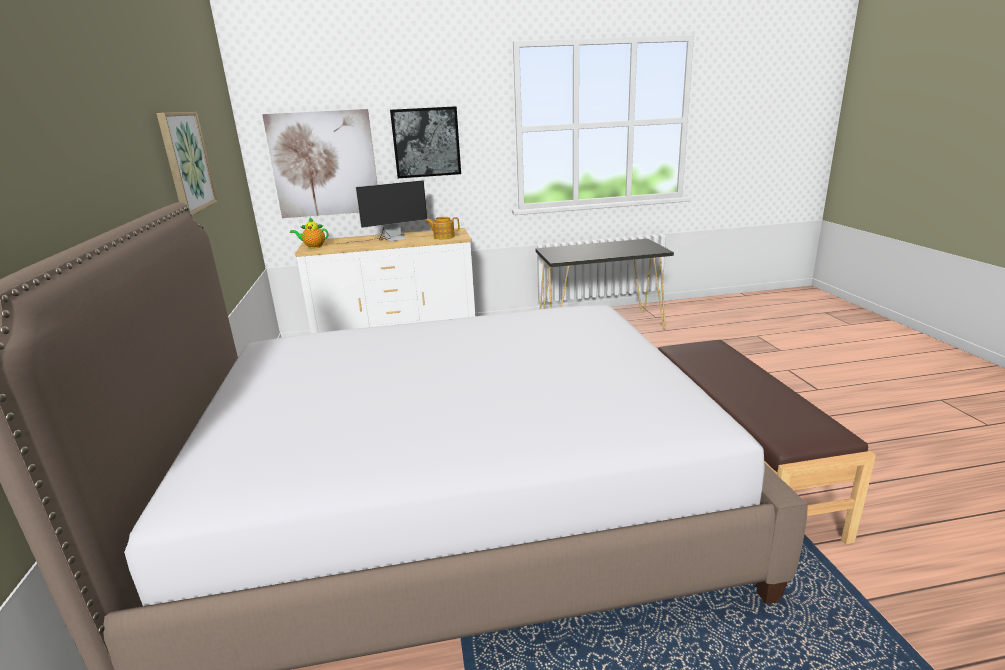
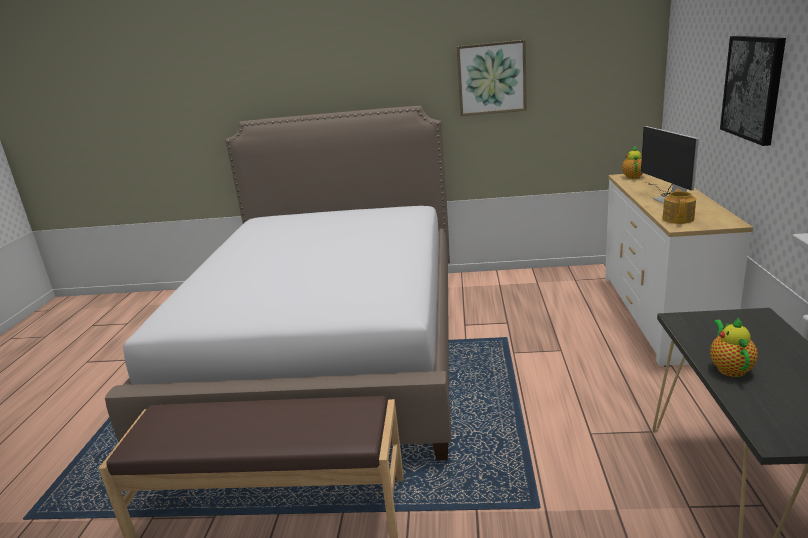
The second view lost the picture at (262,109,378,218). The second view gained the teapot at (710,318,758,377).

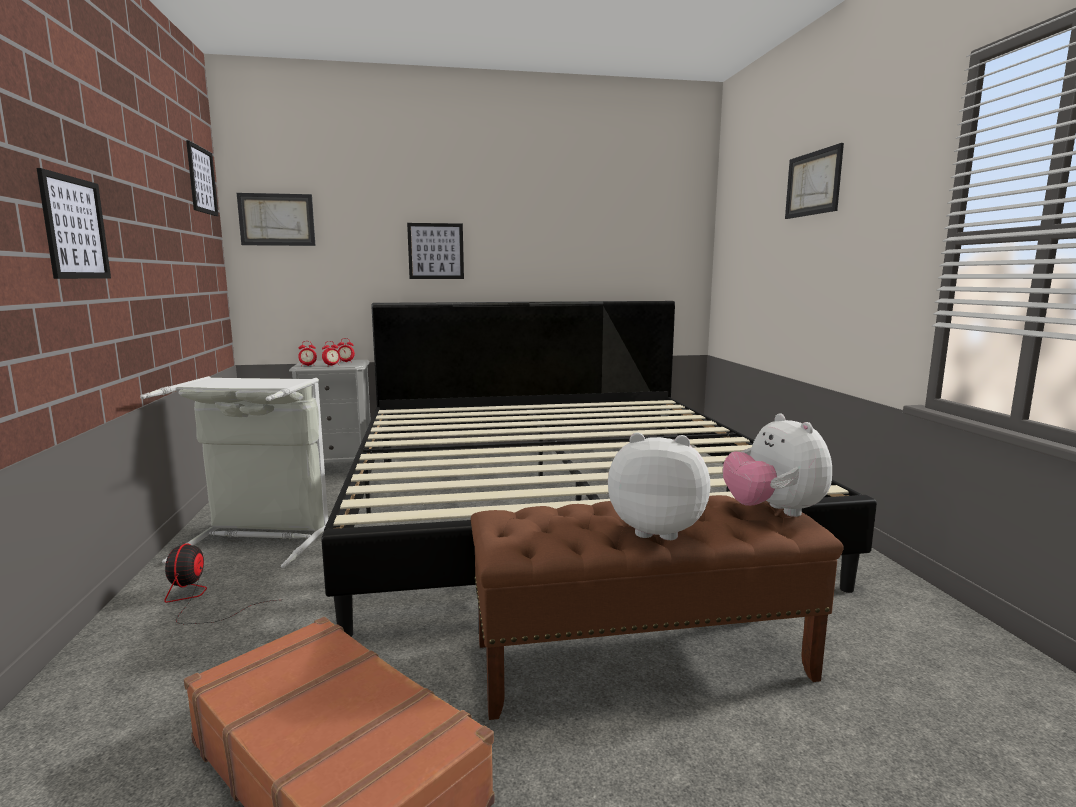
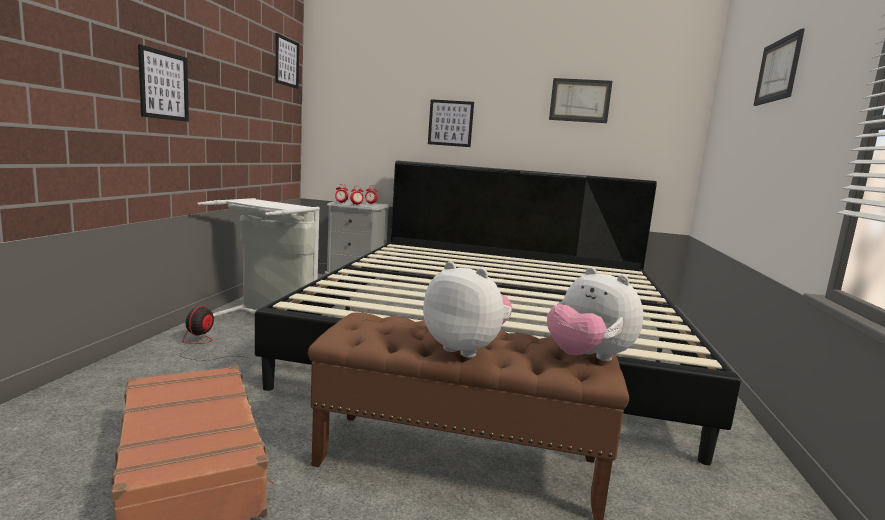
The picture ended up elsewhere, having gone from (237,193,315,246) to (549,78,613,123). The plush toy at (723,413,832,517) ended up facing another way, 45 degrees counterclockwise from before.

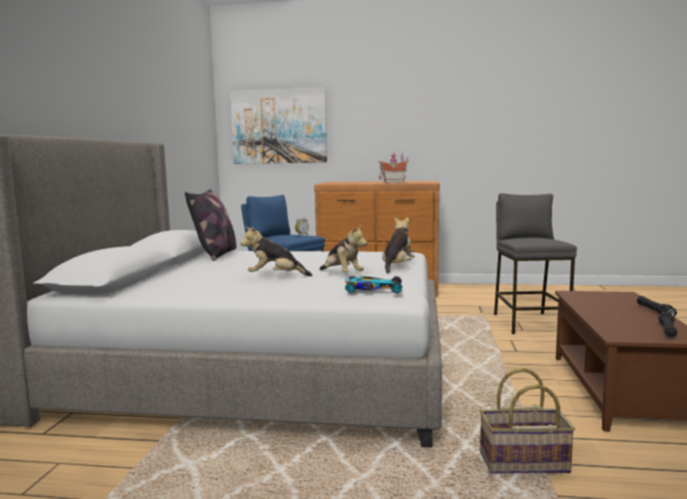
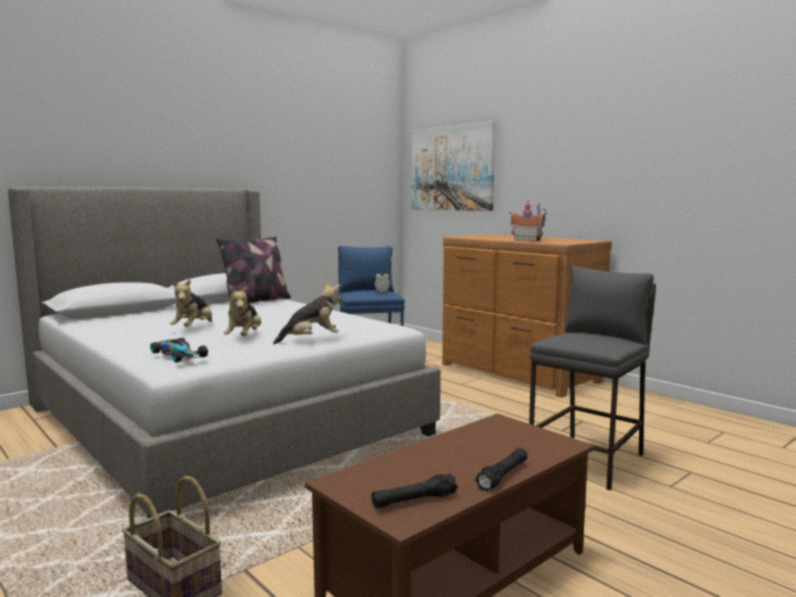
The plush toy at (240,226,312,276) ended up facing another way, 120 degrees counterclockwise from before.

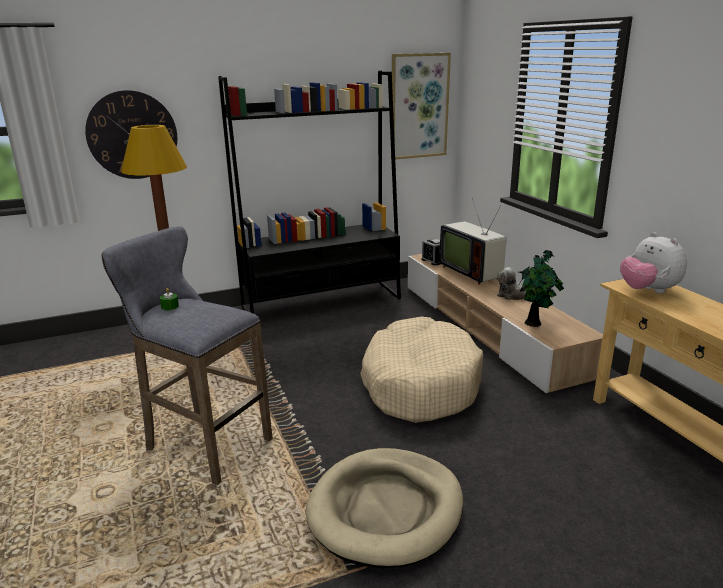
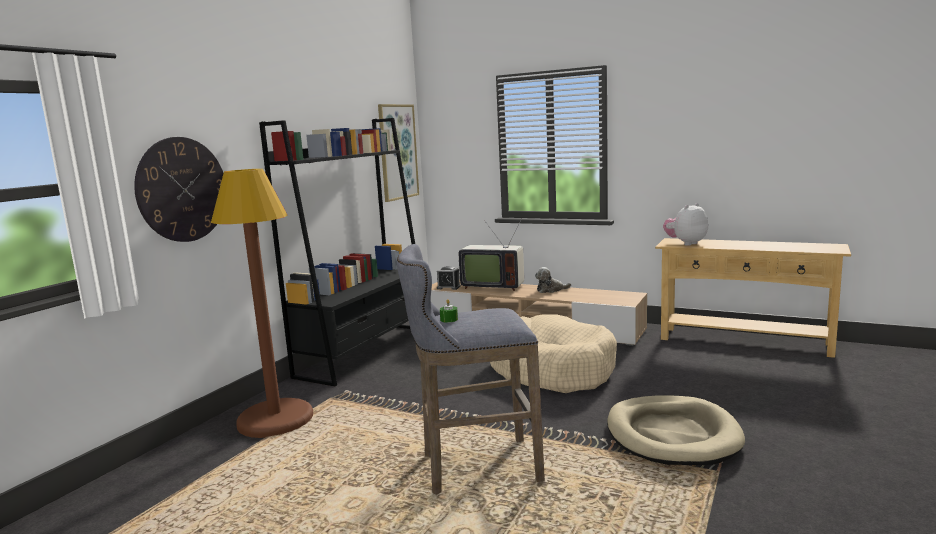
The second view lost the potted plant at (519,250,564,327). The plush toy at (620,232,687,293) ended up facing another way, 120 degrees clockwise from before.

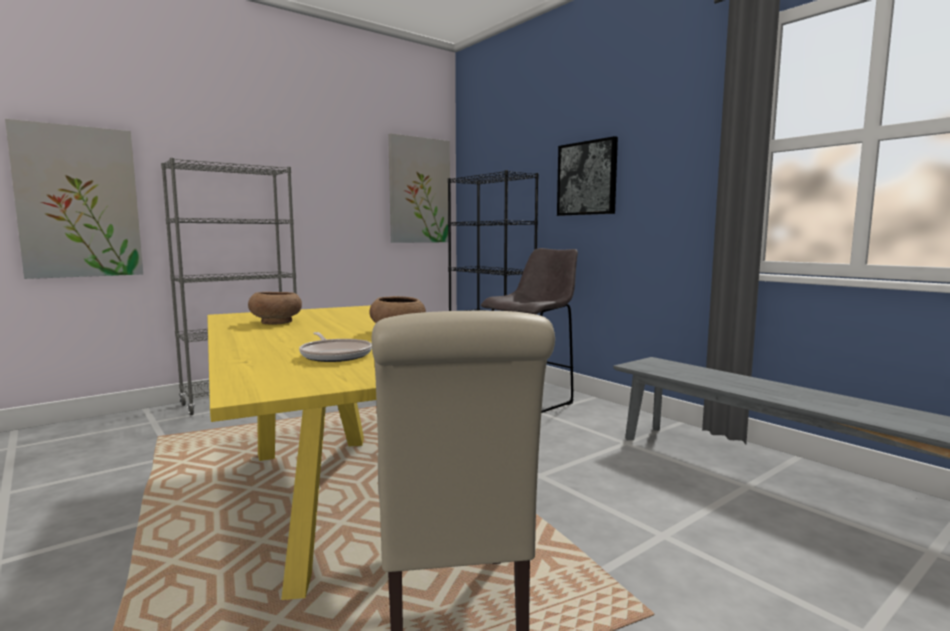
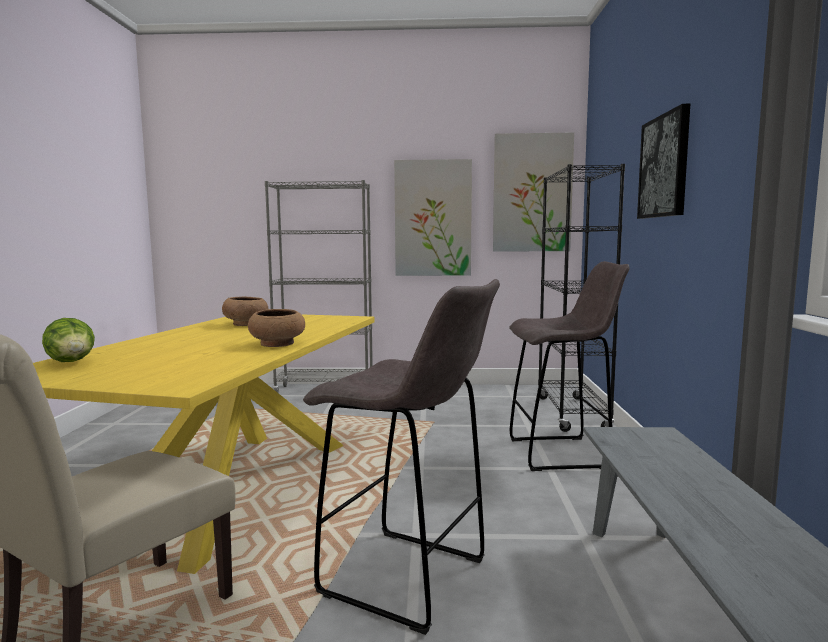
The picture ended up elsewhere, having gone from (5,119,143,279) to (394,159,472,276). The second view lost the frying pan at (299,332,372,362). The second view gained the lettuce at (42,318,95,362). The second view gained the stool (grey) at (303,279,500,635).

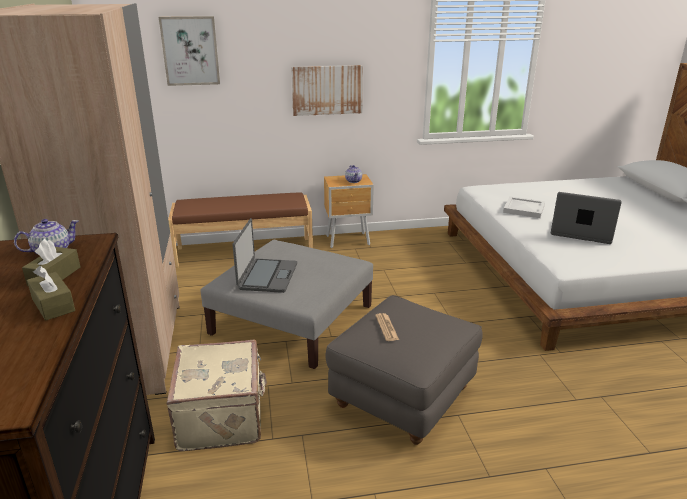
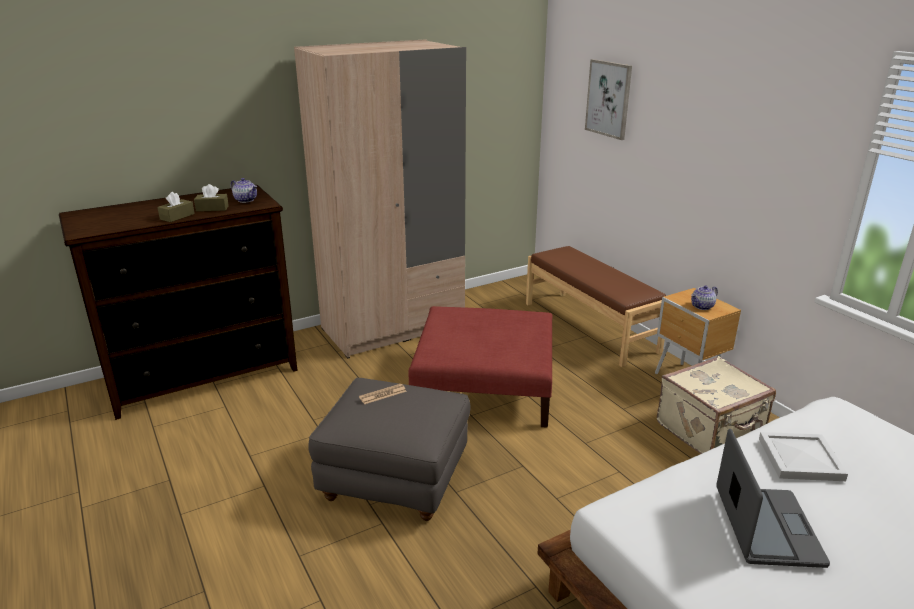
The suitcase (beige) ended up elsewhere, having gone from (167,340,267,451) to (657,356,776,454). What was the ottoman (grey) at (201,240,373,369) turned into the ottoman (red) at (408,306,552,427). The second view lost the laptop at (233,218,297,293). The second view lost the picture at (291,65,363,116).

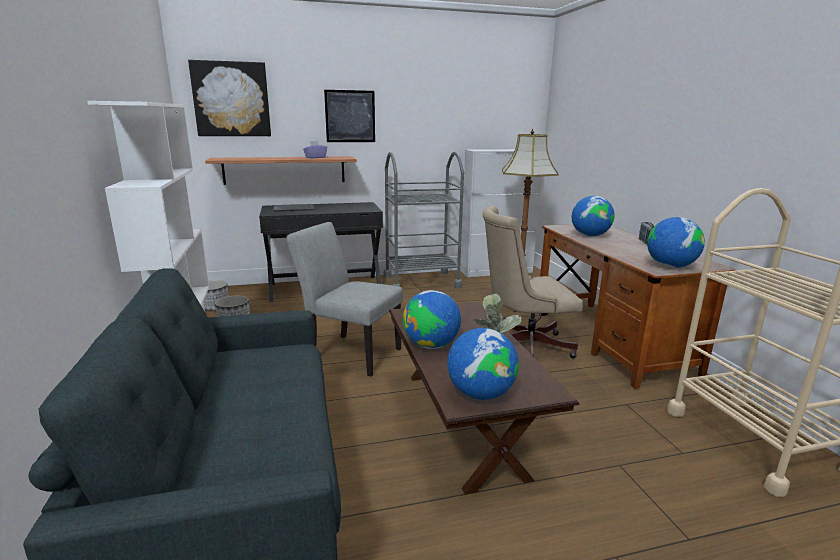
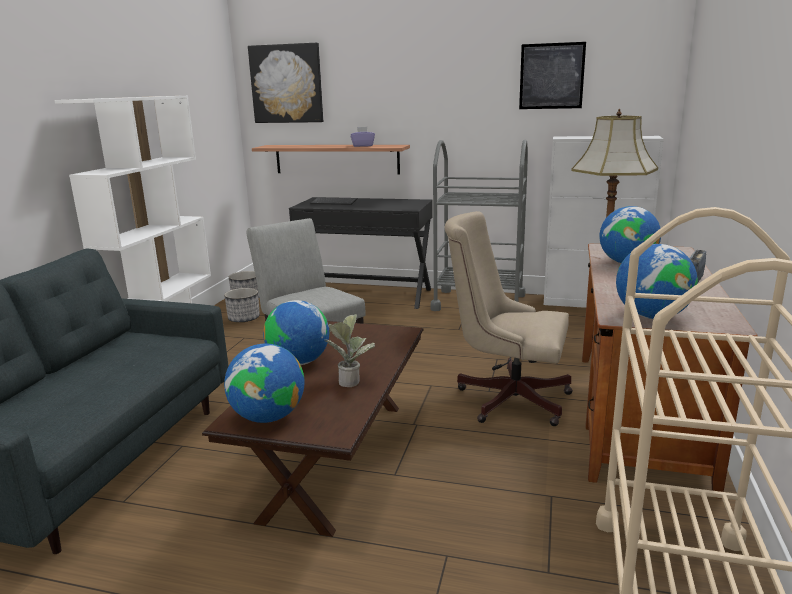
The picture ended up elsewhere, having gone from (324,90,375,142) to (519,42,586,109).

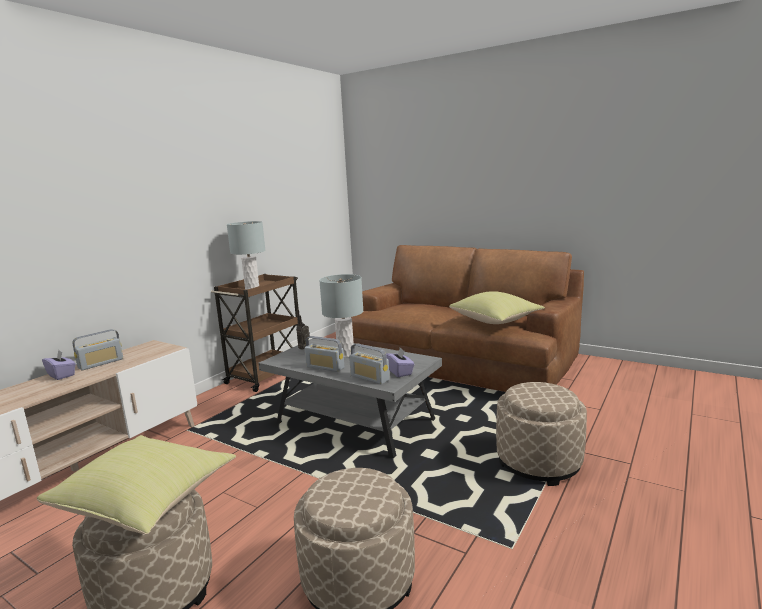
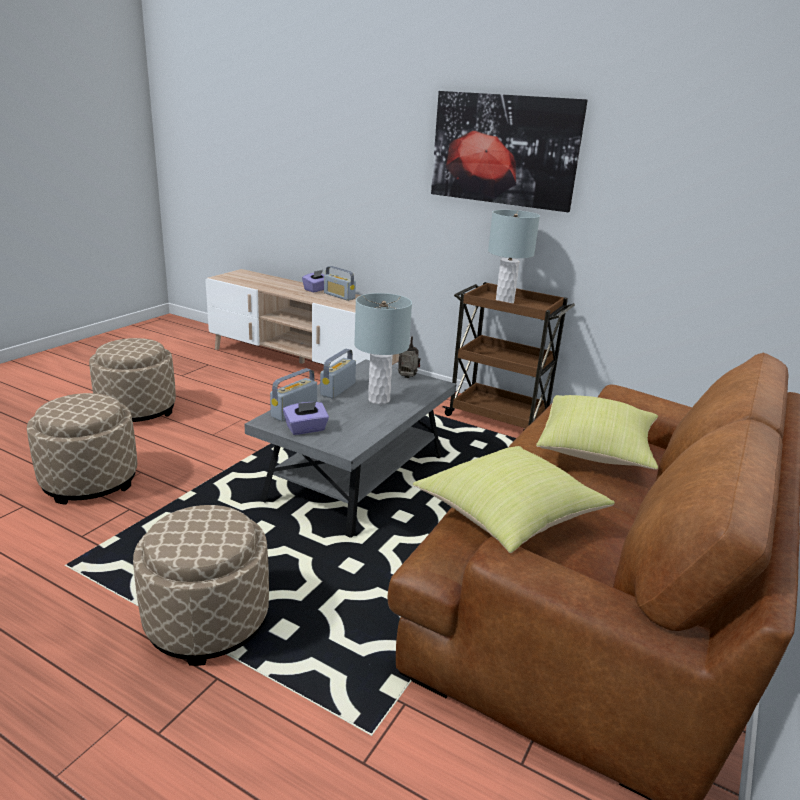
The pillow (yellow) ended up elsewhere, having gone from (37,435,236,535) to (536,395,658,470). The second view gained the picture at (431,91,588,212).

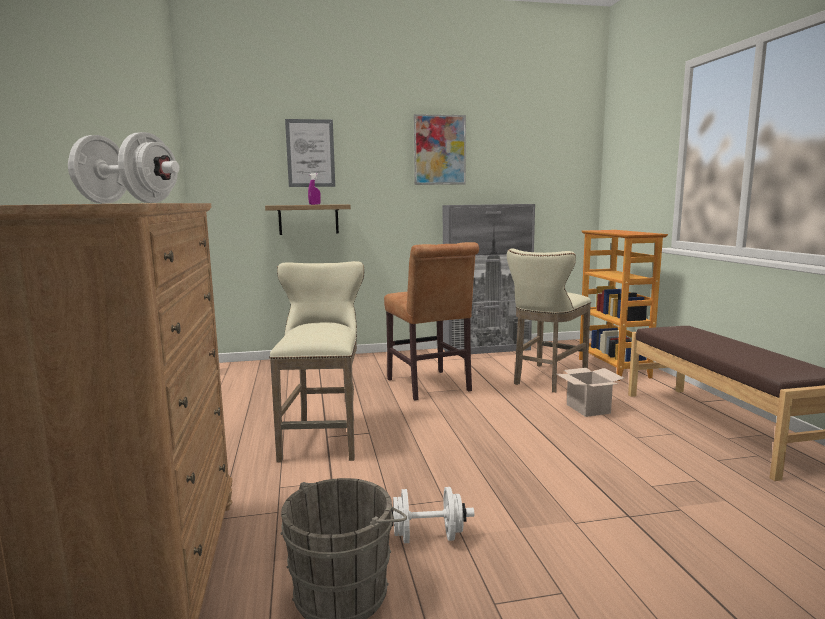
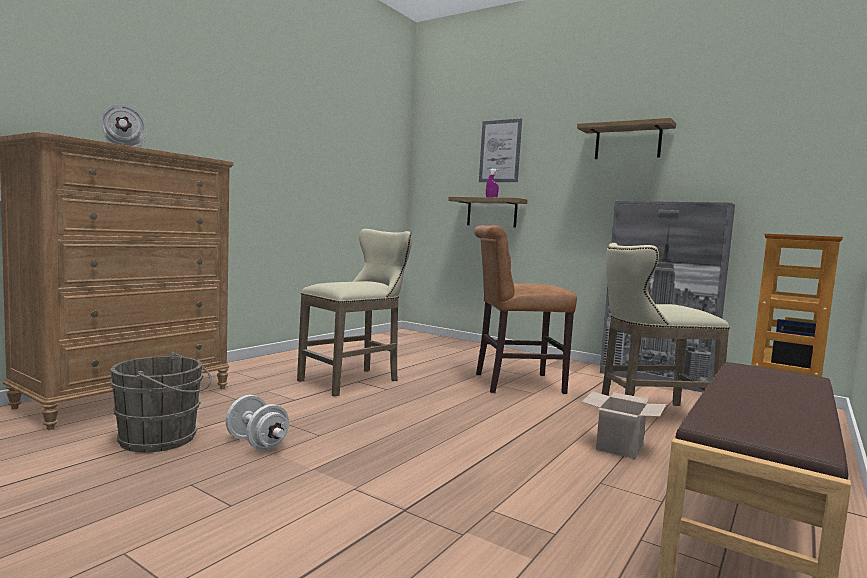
The chair (brown) at (384,242,479,401) ended up facing another way, 60 degrees clockwise from before. Where the picture hung at (414,114,466,185), the shelf came to hang at (577,118,676,159).

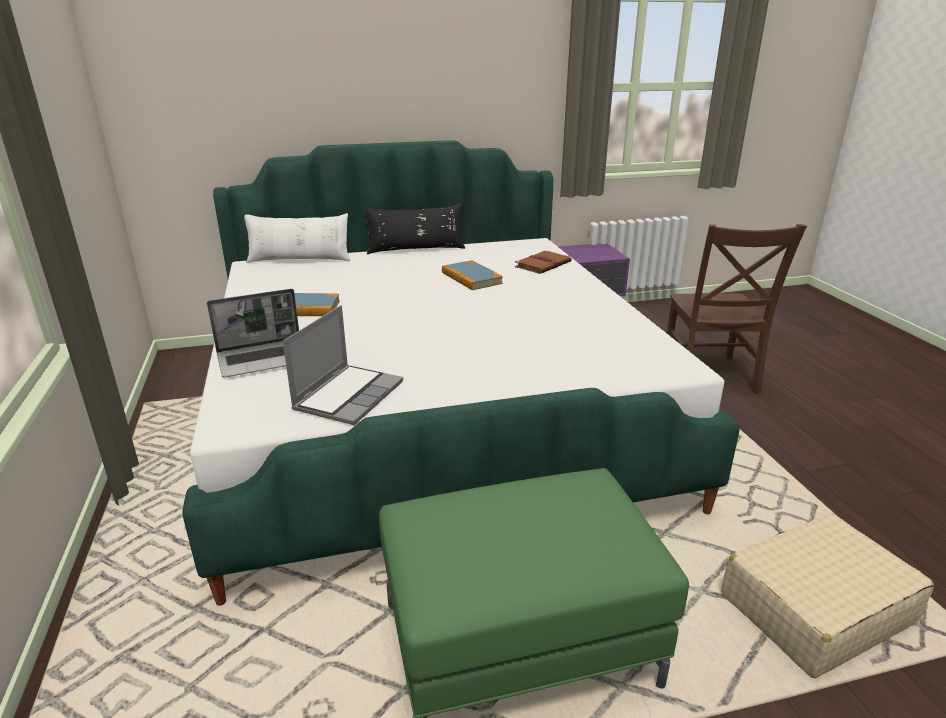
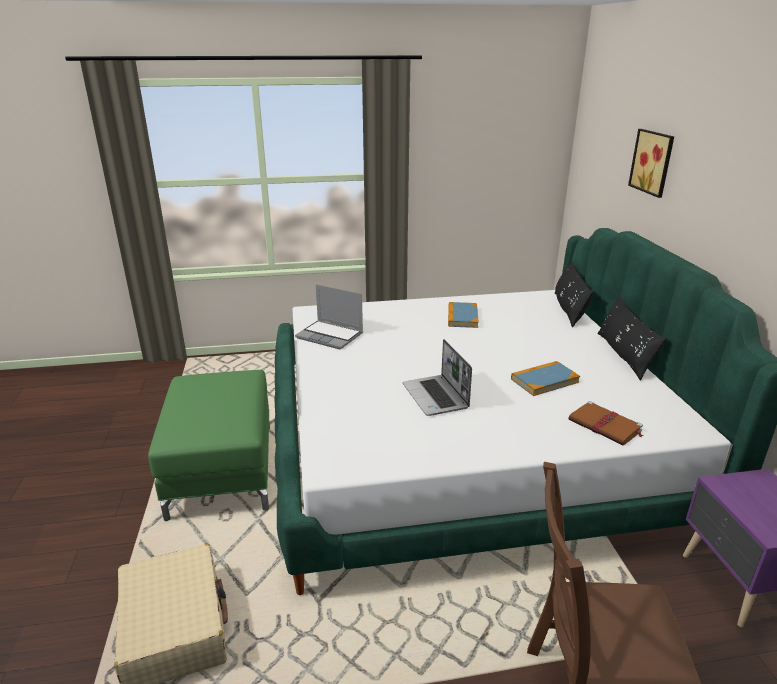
The laptop ended up elsewhere, having gone from (207,289,299,378) to (403,339,472,416). What was the pillow (white) at (244,213,350,263) turned into the pillow (black) at (555,261,594,327). The second view gained the picture at (628,129,674,198).

